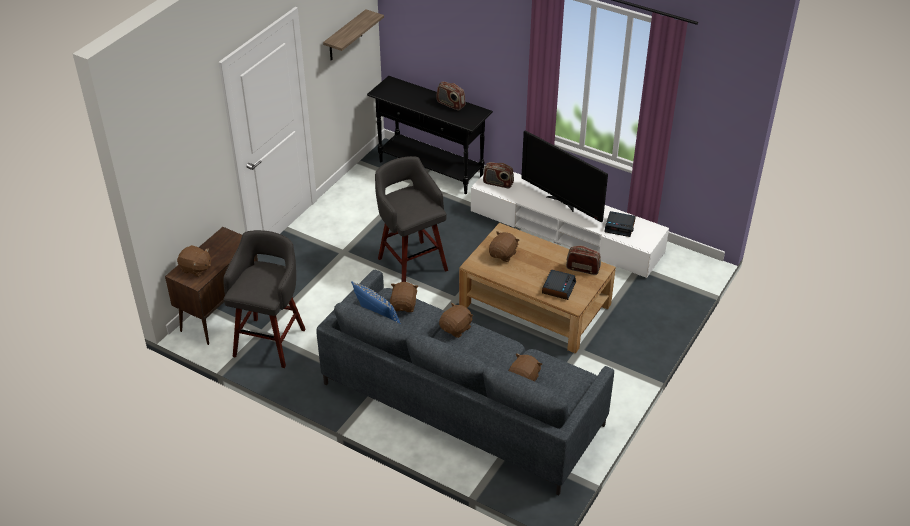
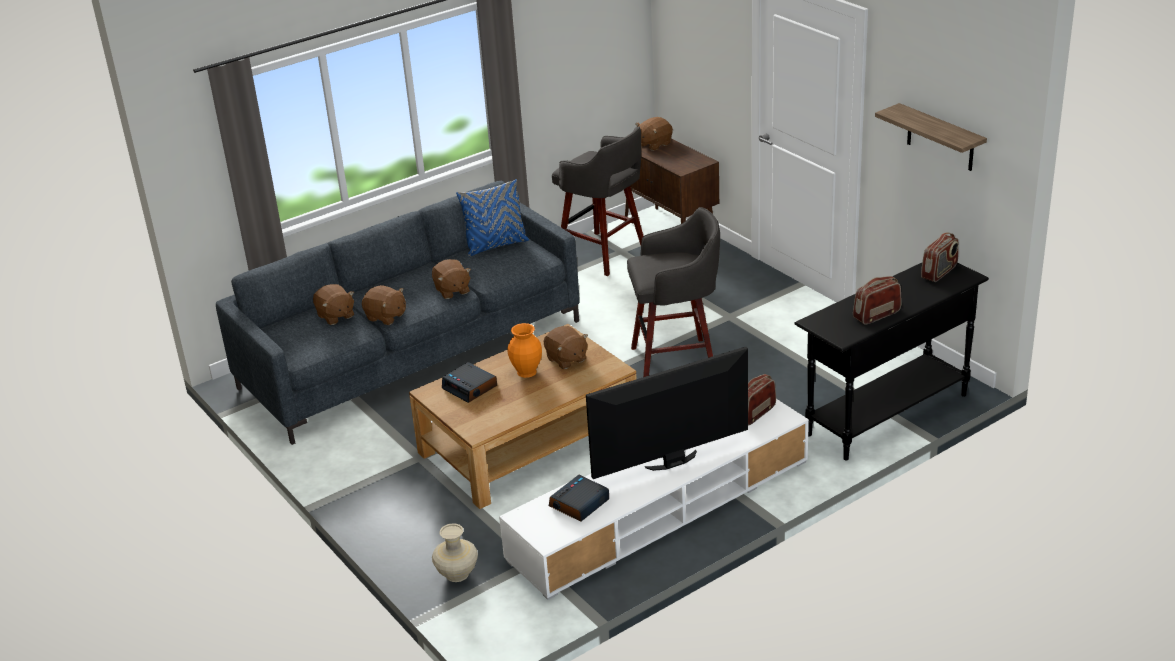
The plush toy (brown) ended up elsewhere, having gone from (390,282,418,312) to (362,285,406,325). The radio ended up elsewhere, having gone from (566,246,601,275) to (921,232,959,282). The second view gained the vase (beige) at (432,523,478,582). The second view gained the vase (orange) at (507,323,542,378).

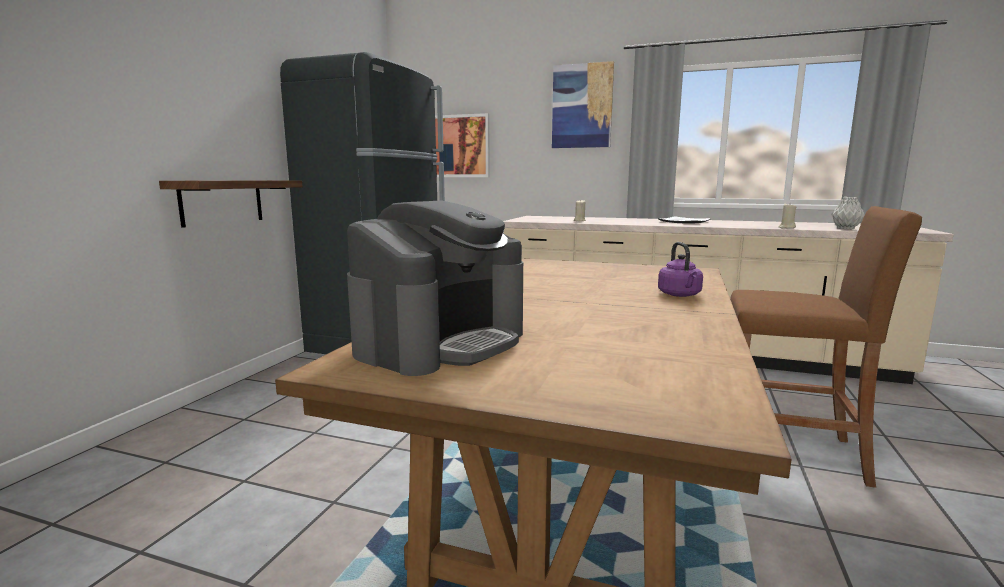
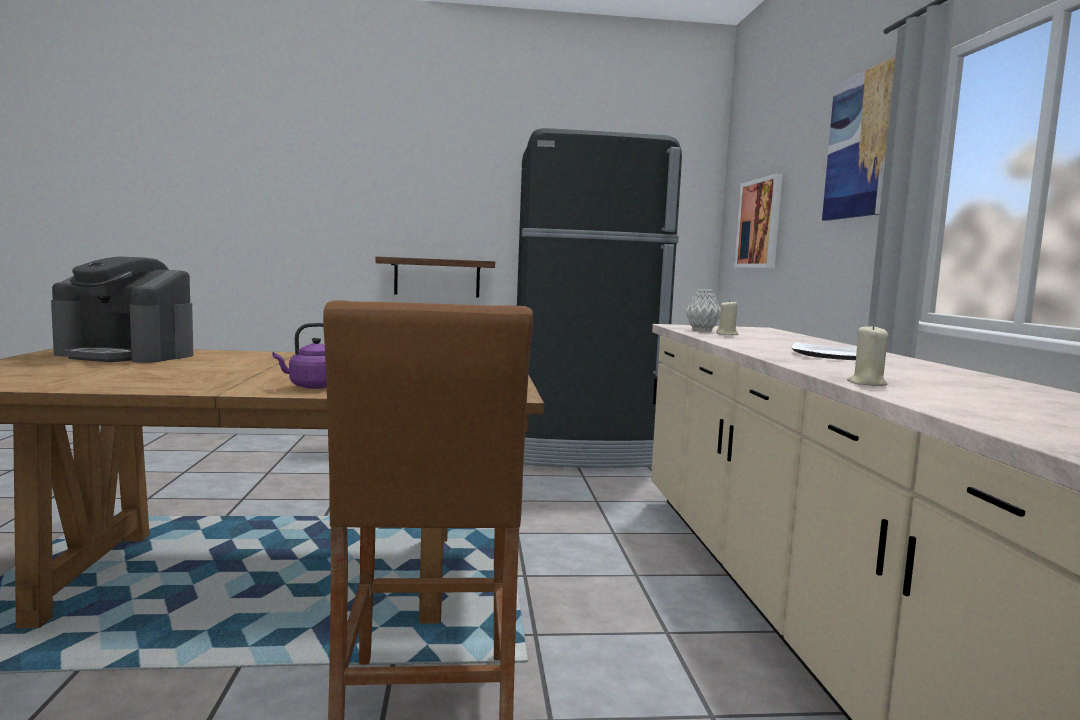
The vase (grey) ended up elsewhere, having gone from (831,197,864,229) to (685,289,721,331).

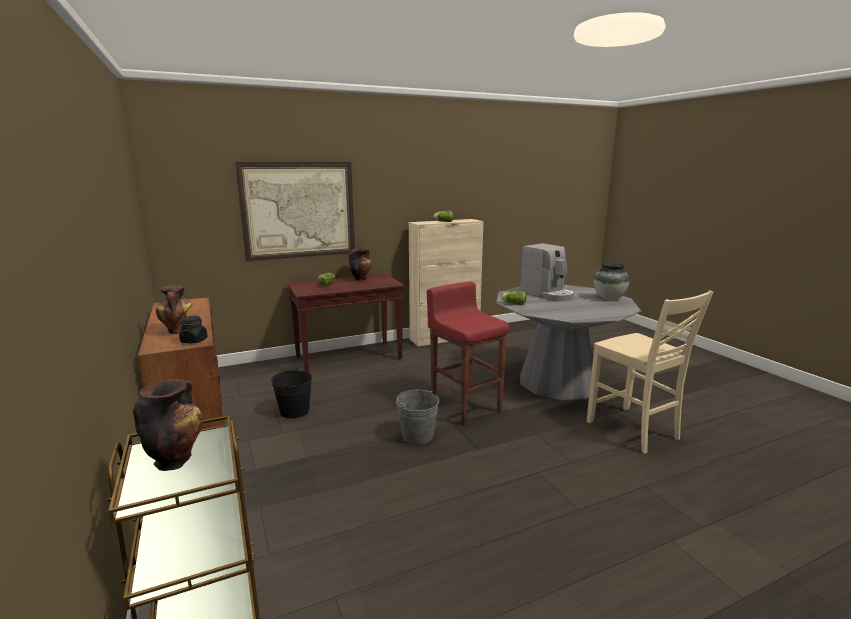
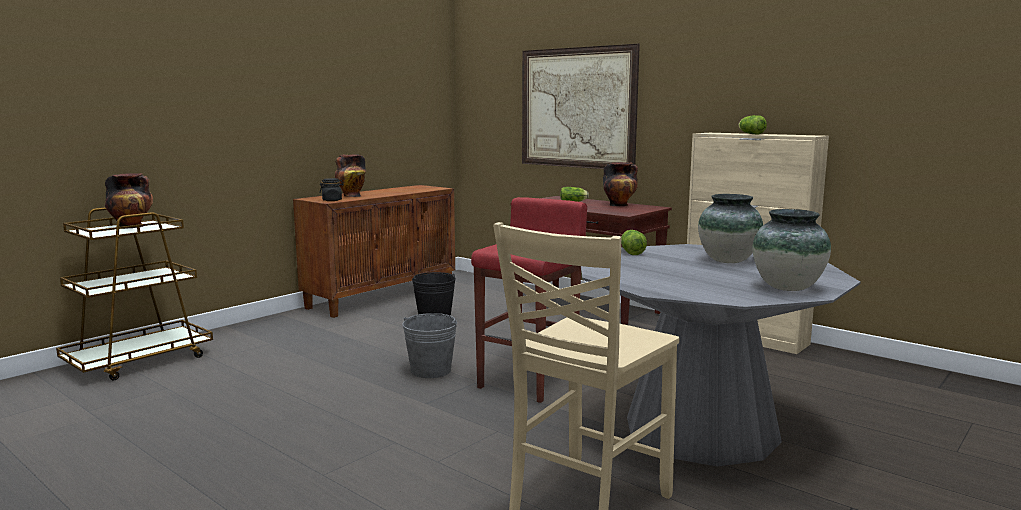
Where the coffee machine stood at (520,243,574,301), the vase came to stand at (698,194,763,263).

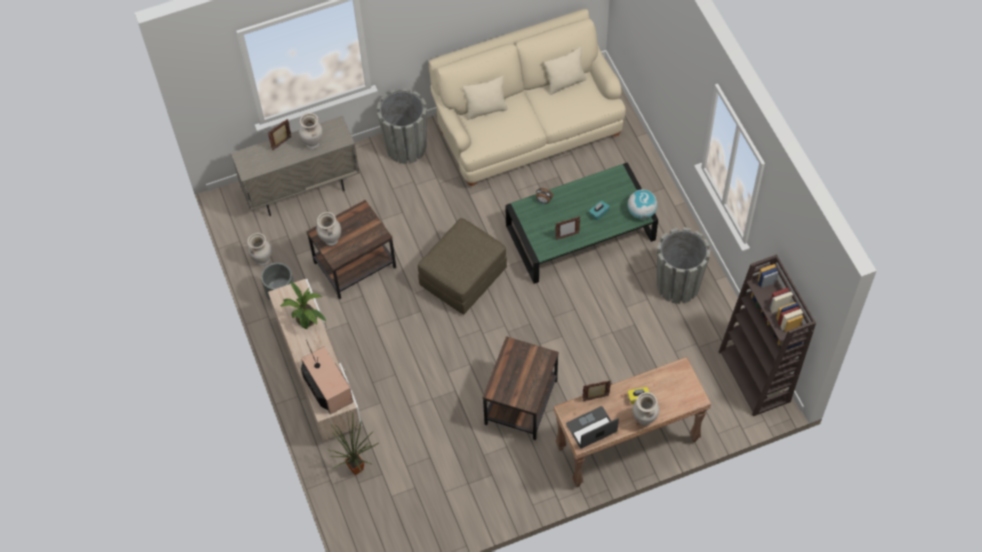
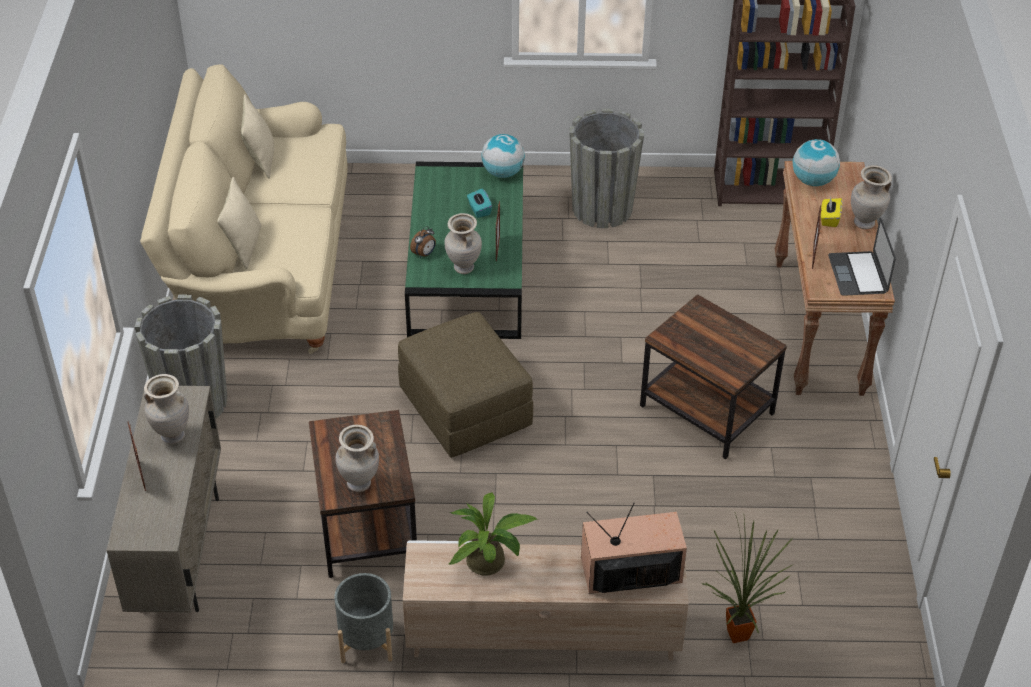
The vase (beige) ended up elsewhere, having gone from (247,233,272,266) to (444,213,482,274). The second view gained the globe at (793,139,840,186).

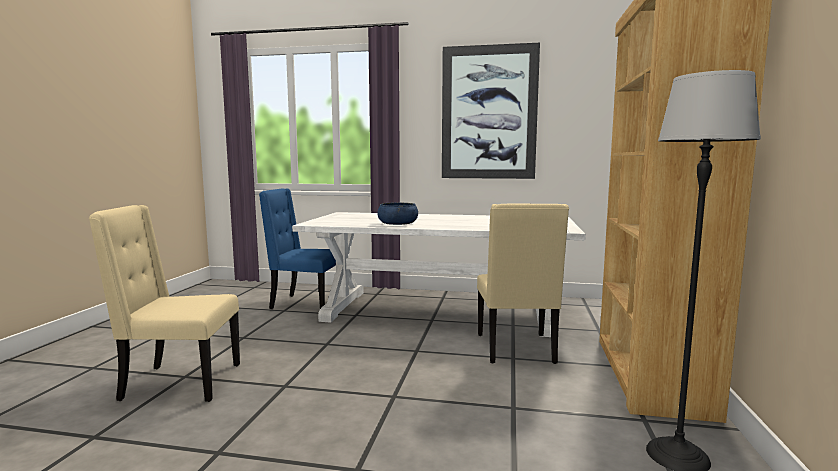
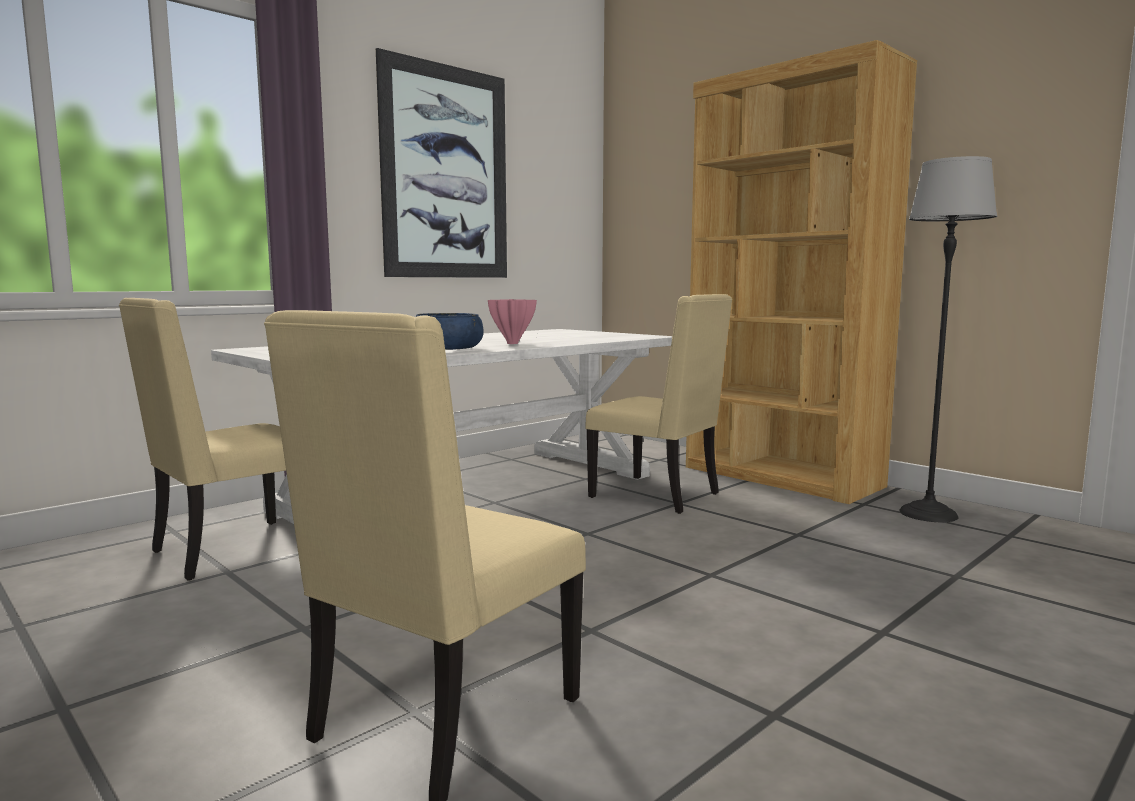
What was the chair (blue) at (259,189,336,309) turned into the chair (beige) at (119,298,286,581). The second view gained the vase (pink) at (488,299,537,344).

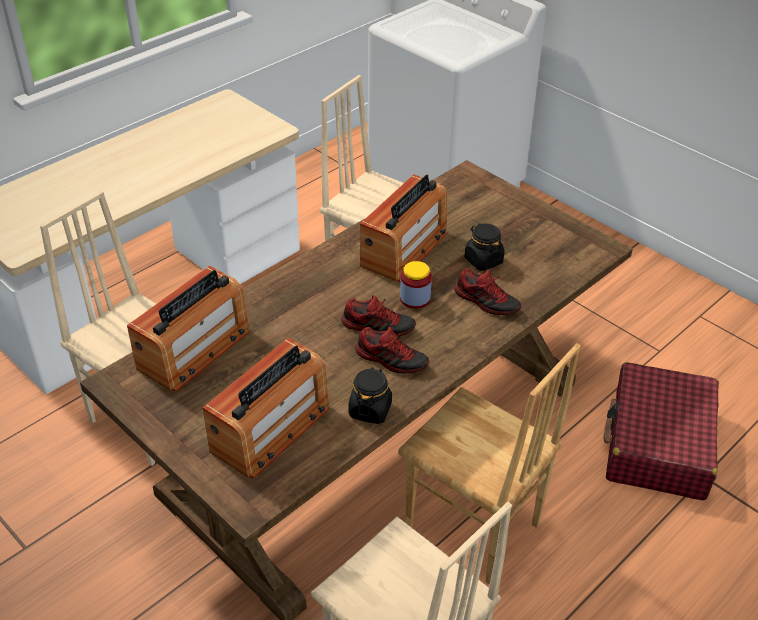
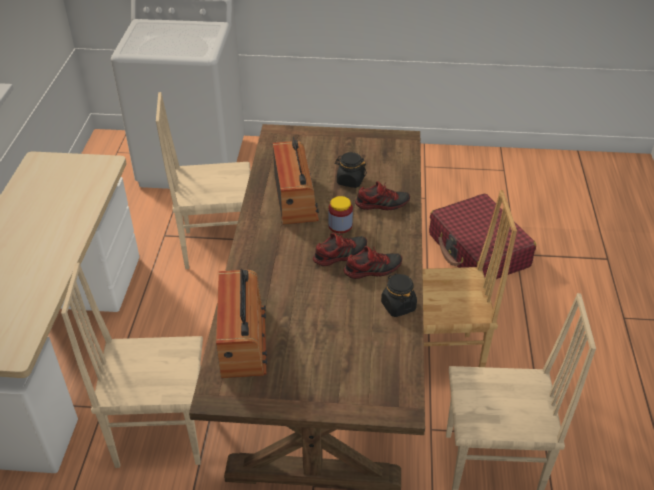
The second view lost the radio at (203,338,329,479).

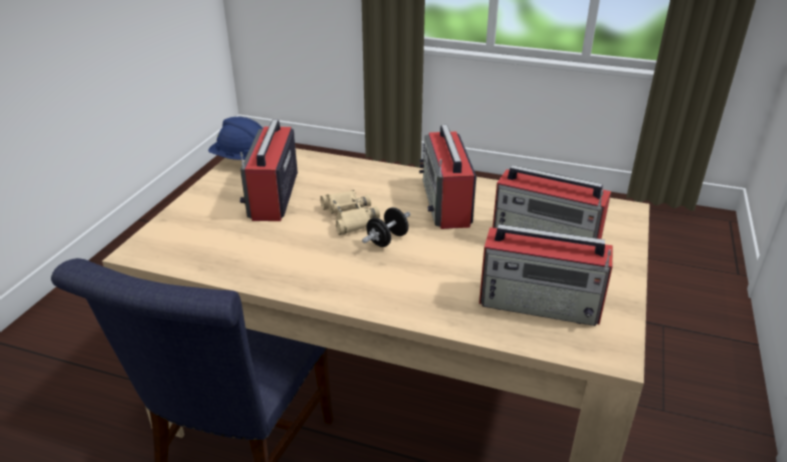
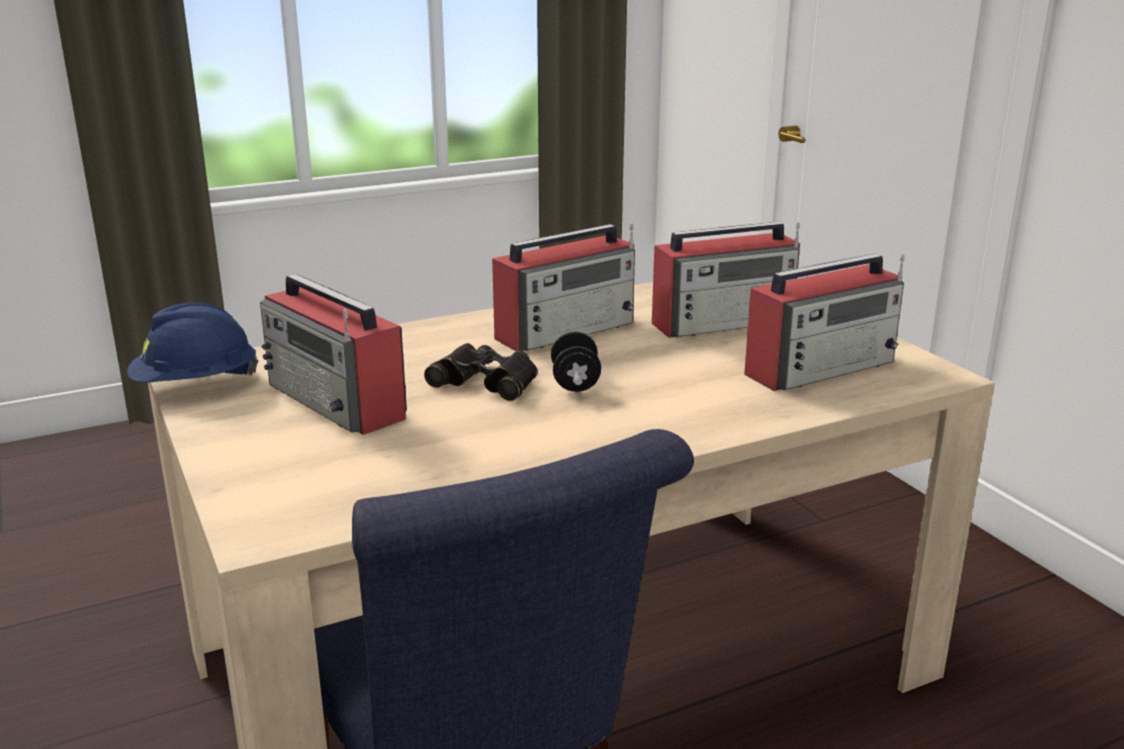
What was the binoculars (beige) at (320,190,380,235) turned into the binoculars (black) at (424,343,538,401). The radio at (419,125,477,229) ended up facing another way, 75 degrees counterclockwise from before.

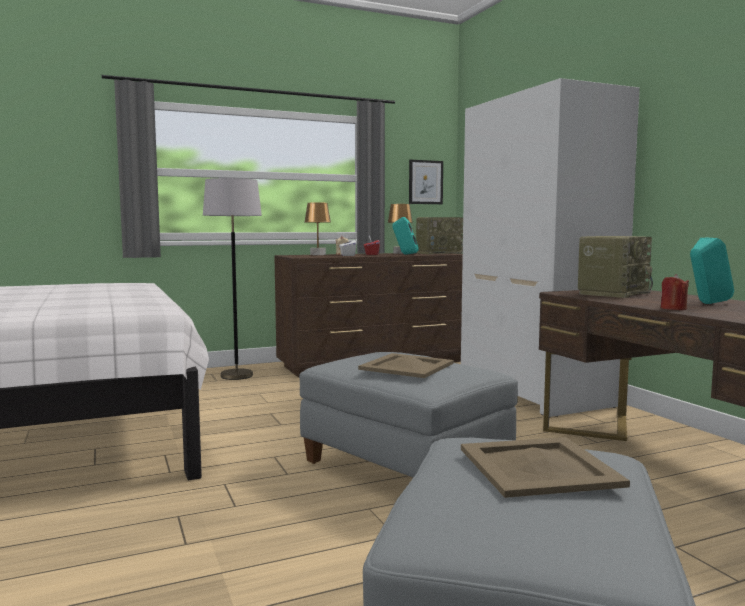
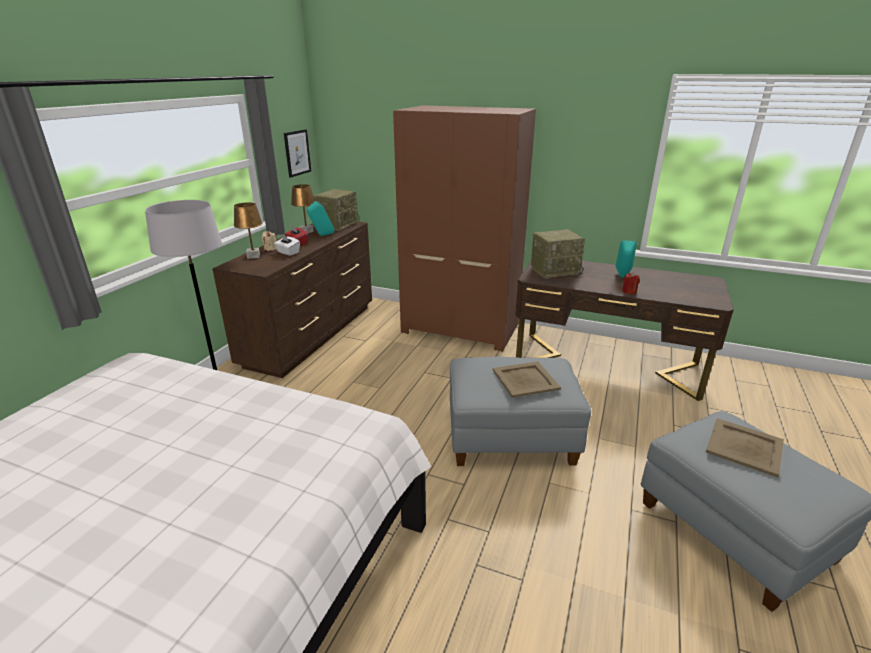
What was the wardrobe (white) at (461,78,640,418) turned into the wardrobe (brown) at (393,105,536,352). The radio at (578,236,653,298) ended up facing another way, 75 degrees clockwise from before.

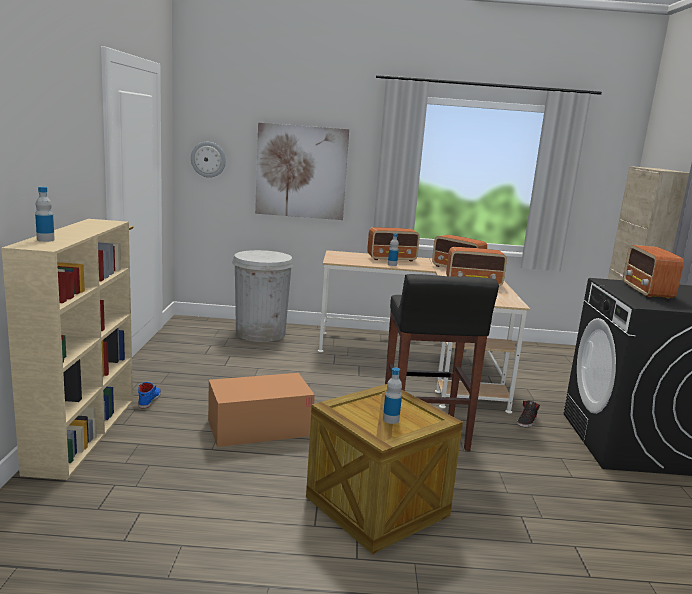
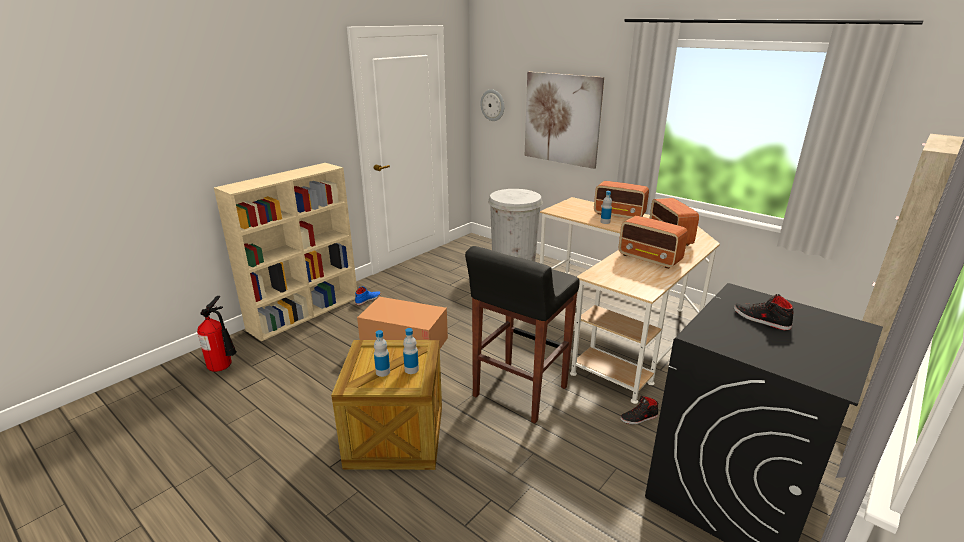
The bottle ended up elsewhere, having gone from (35,187,55,242) to (403,328,419,374). Where the radio stood at (623,245,684,300), the shoe (black) came to stand at (734,294,794,330). The second view gained the fire extinguisher at (197,296,237,372).

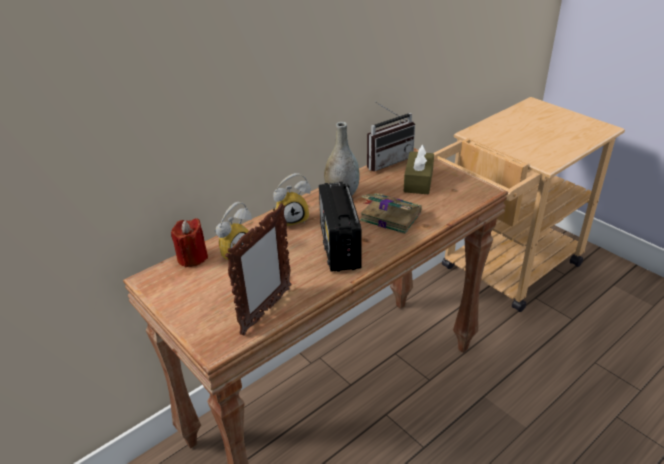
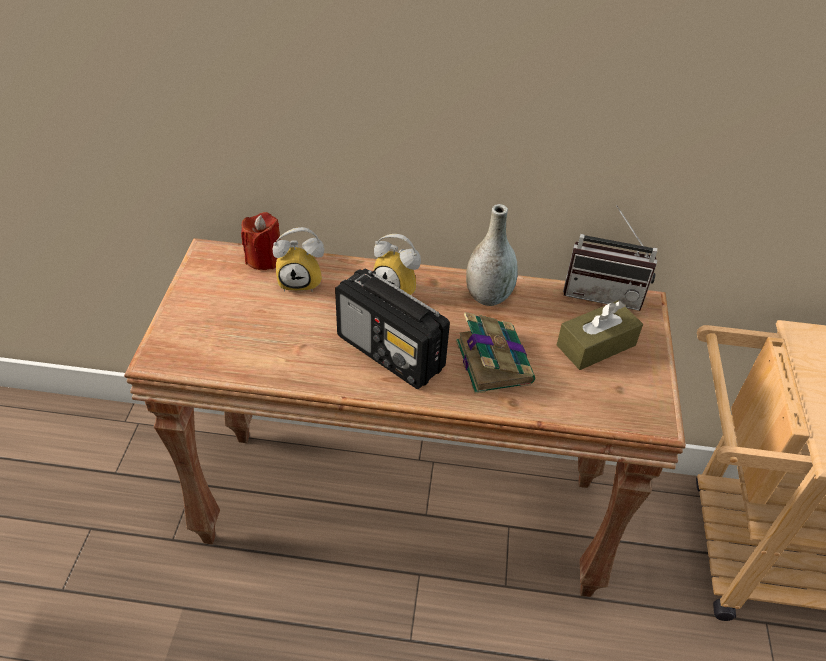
The second view lost the picture frame at (225,203,292,335). The radio at (319,182,362,272) ended up facing another way, 90 degrees counterclockwise from before.

